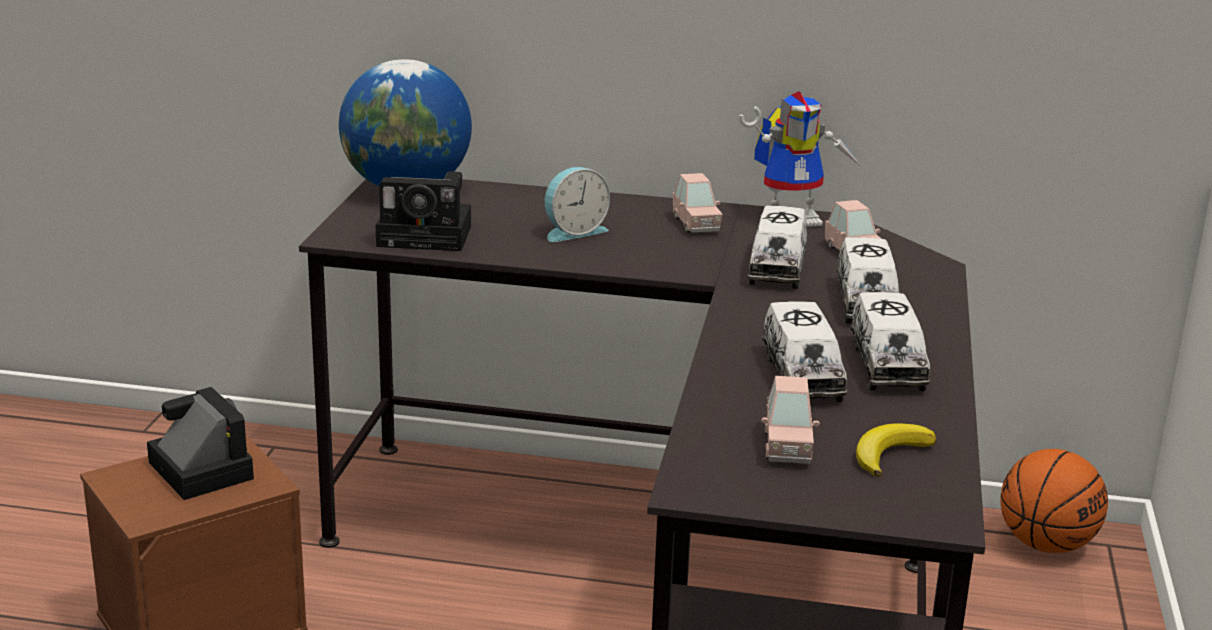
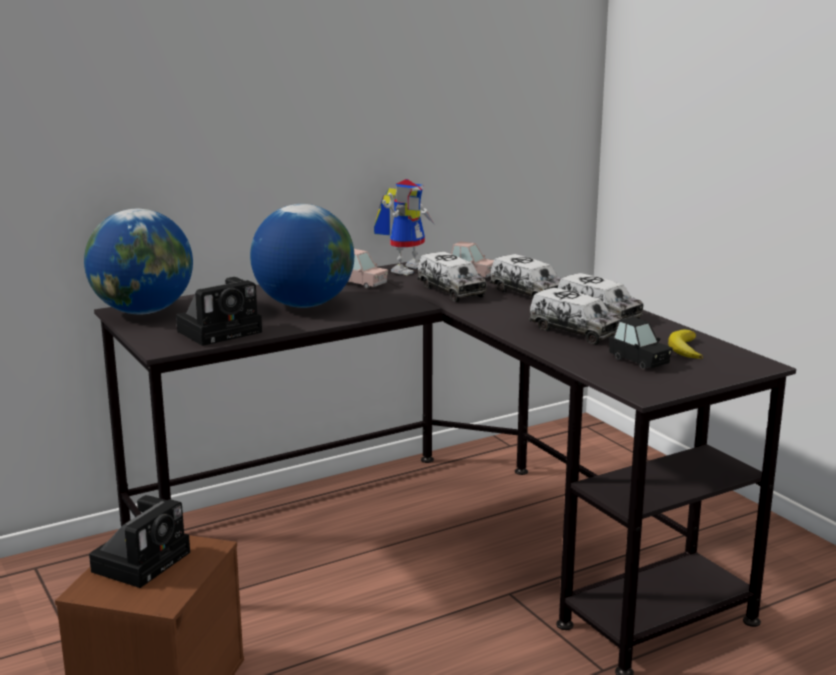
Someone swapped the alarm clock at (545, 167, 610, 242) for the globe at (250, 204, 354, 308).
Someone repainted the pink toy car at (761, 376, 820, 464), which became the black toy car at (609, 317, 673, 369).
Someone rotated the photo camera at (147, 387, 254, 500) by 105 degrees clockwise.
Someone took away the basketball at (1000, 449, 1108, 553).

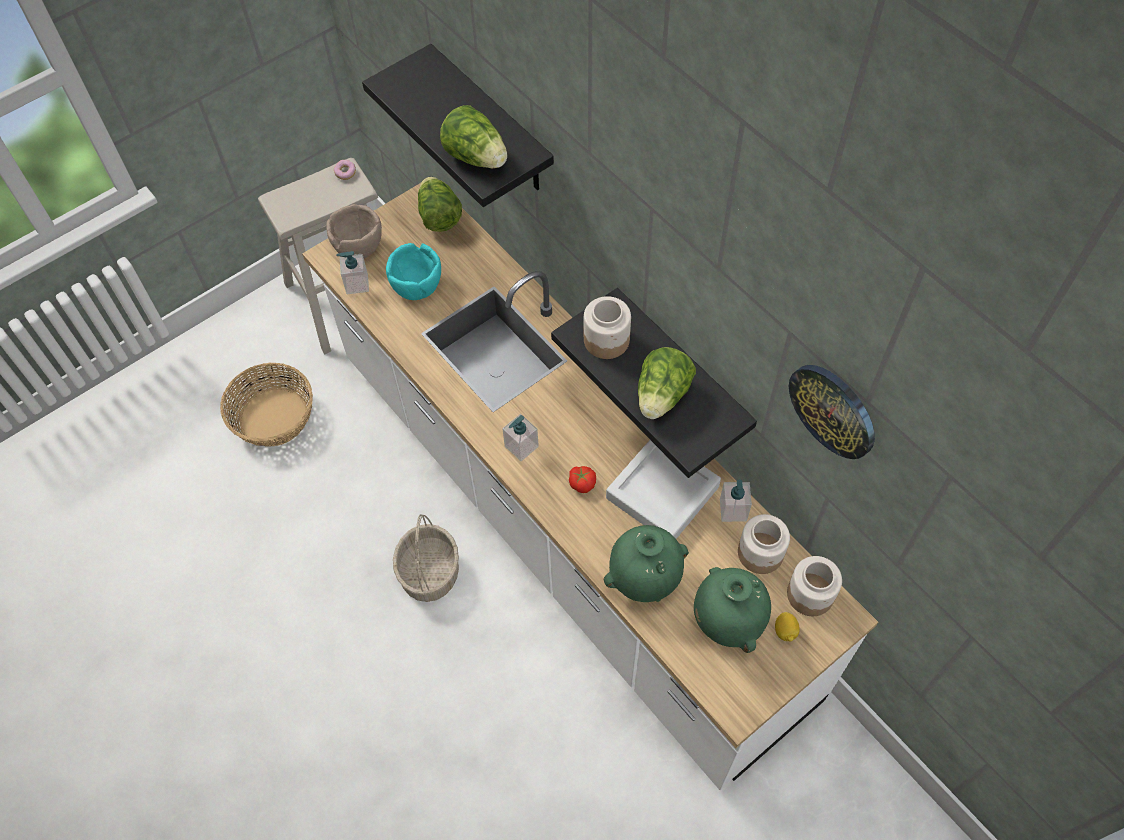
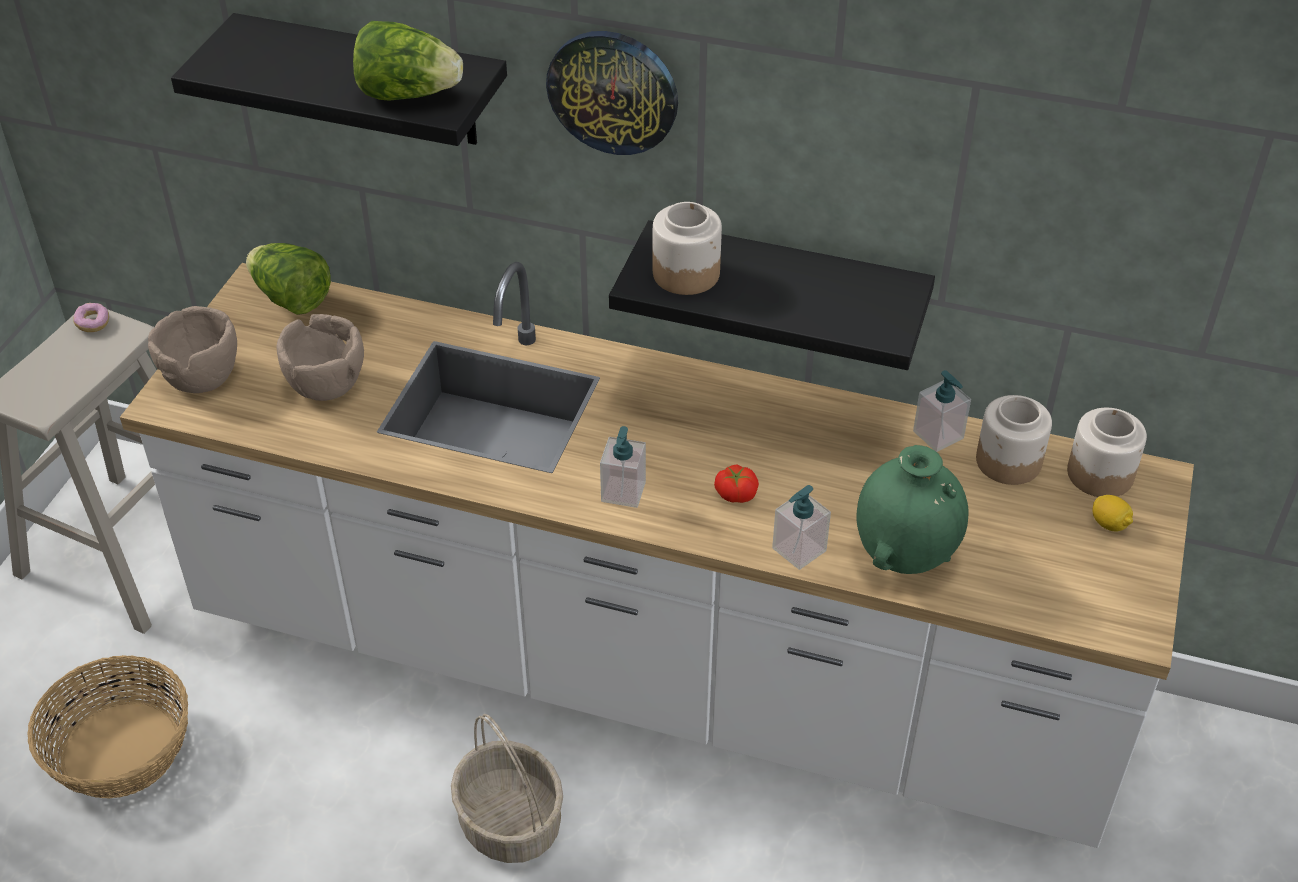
Someone repainted the turquoise bowl at (386, 243, 441, 300), which became the brown bowl at (276, 314, 364, 401).
Someone carried the soap dispenser from (336, 251, 369, 294) to (772, 485, 831, 570).
Someone took away the lettuce at (638, 347, 696, 419).
Someone carried the wall clock from (789, 365, 875, 459) to (546, 31, 678, 155).
Someone took away the grey tray at (606, 440, 721, 539).
Someone took away the green vase at (694, 567, 771, 653).

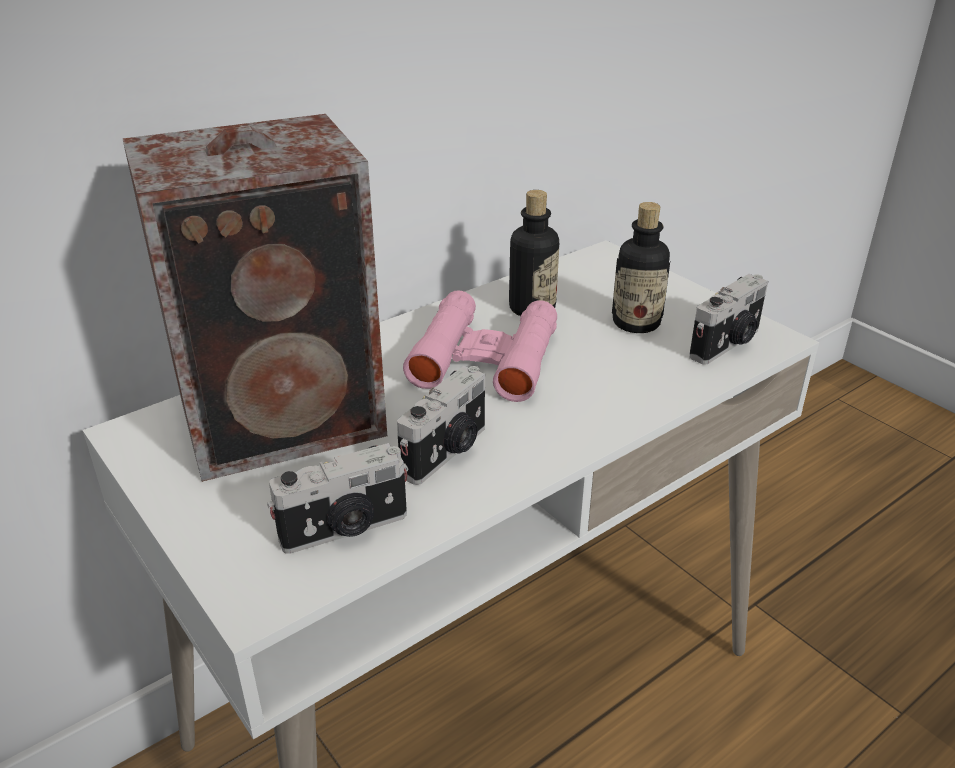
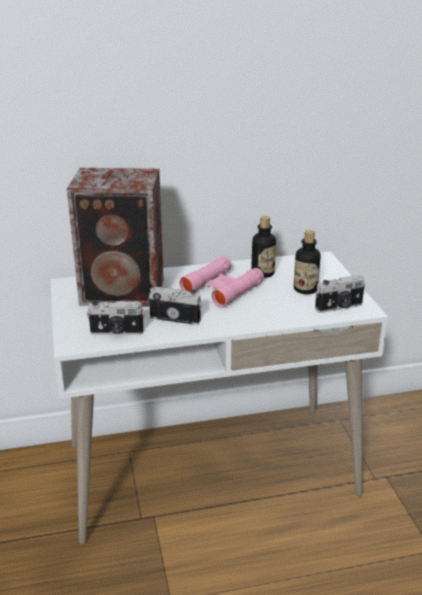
Someone rotated the photo camera at (397, 366, 485, 485) by 135 degrees counterclockwise.

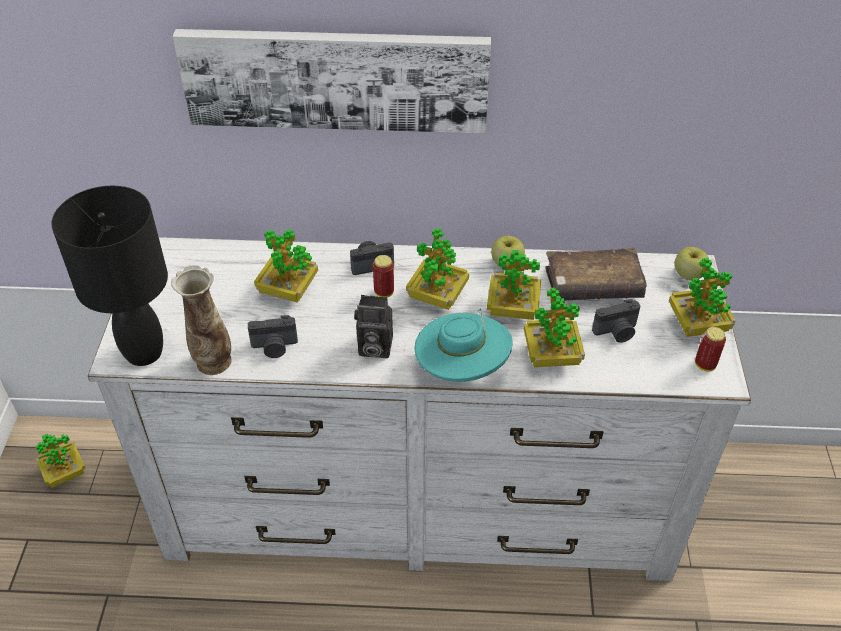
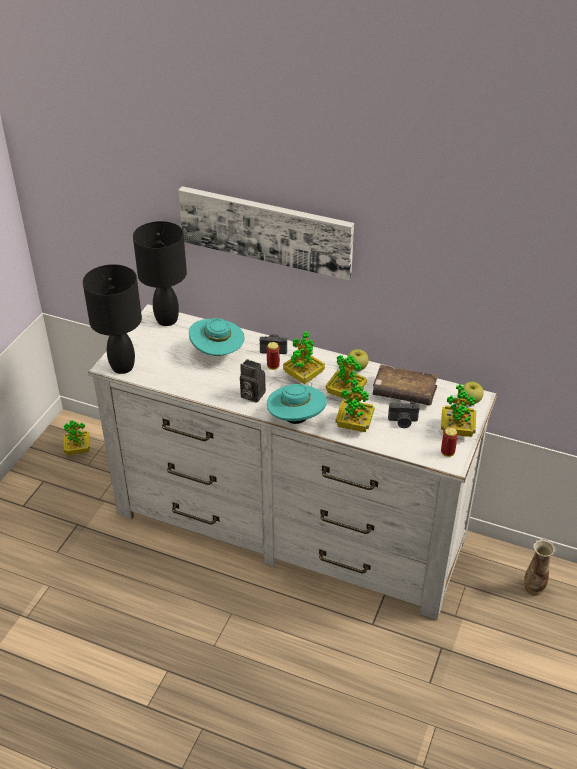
Someone swapped the potted plant at (254, 229, 318, 303) for the turquoise hat at (189, 318, 245, 356).
Someone carried the vase from (171, 265, 232, 375) to (524, 538, 556, 596).
Someone took away the photo camera at (248, 315, 298, 358).
Someone put down the black table lamp at (133, 221, 187, 326).

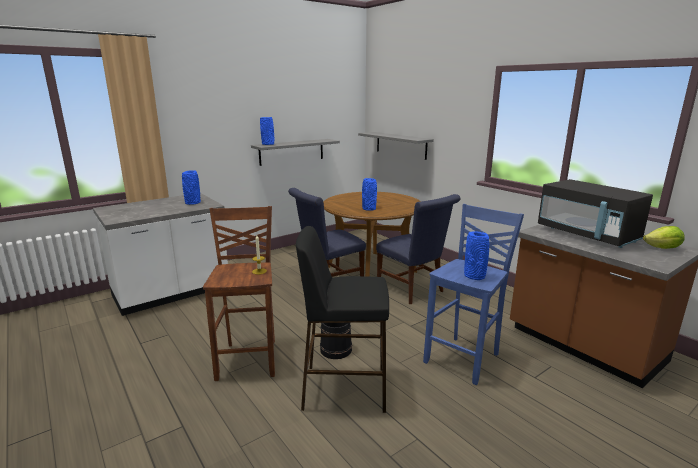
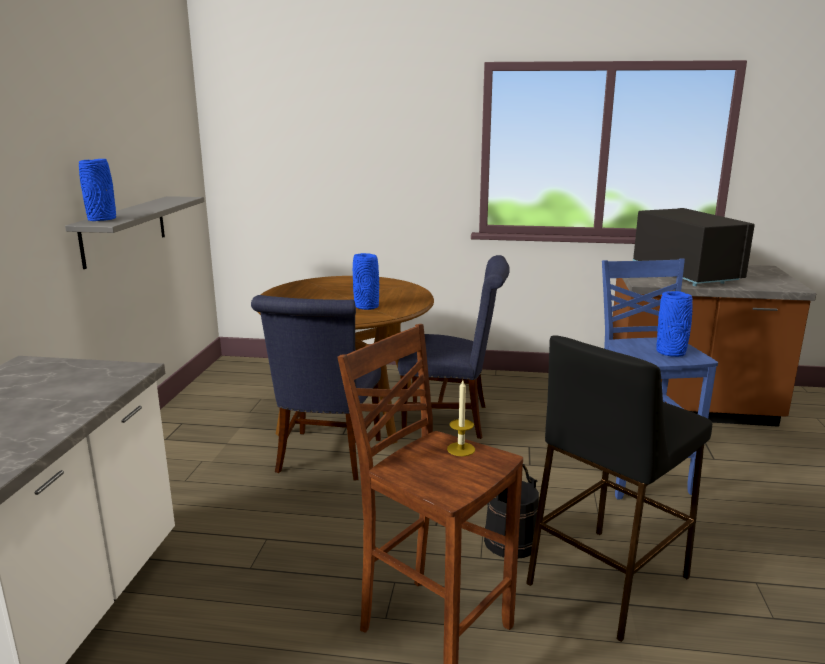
Someone took away the grey shelf at (358, 132, 434, 160).
Someone took away the blue vase at (182, 170, 201, 205).
Someone rotated the black microwave at (538, 179, 653, 248) by 120 degrees counterclockwise.
Someone took away the lettuce at (643, 226, 685, 249).

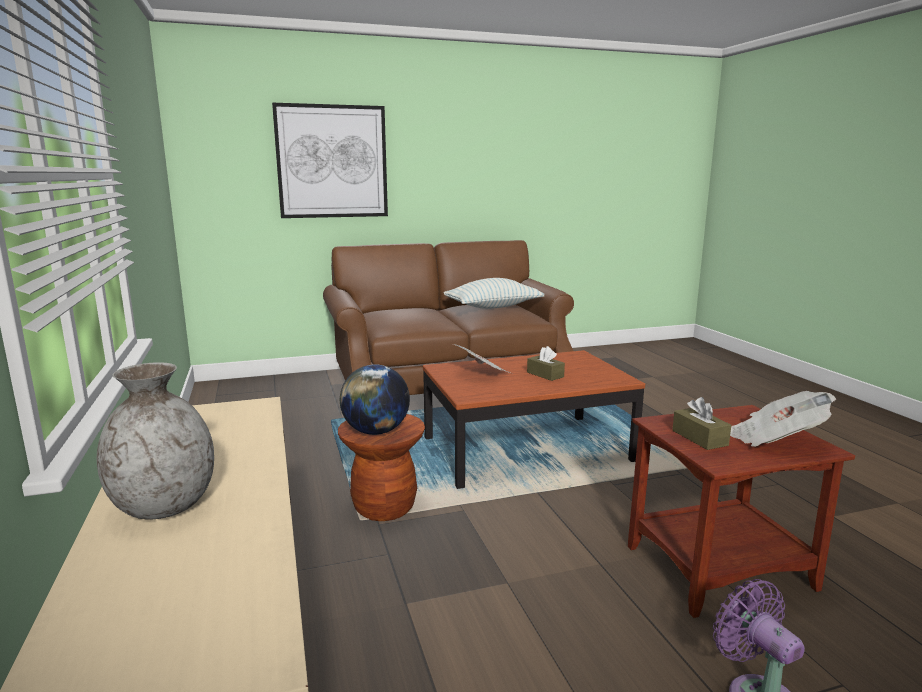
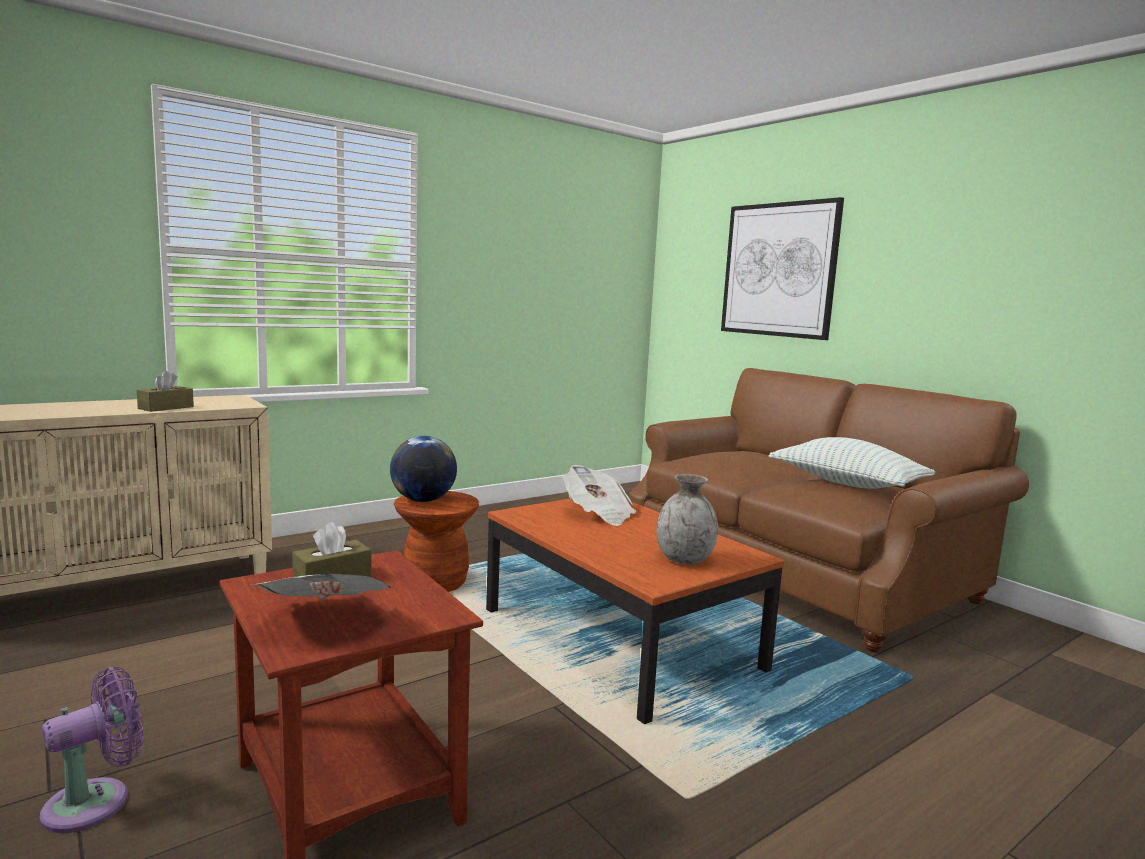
Someone carried the brown tissue box from (527, 346, 565, 381) to (137, 371, 194, 412).
Someone carried the grey vase from (97, 362, 214, 519) to (656, 474, 718, 564).

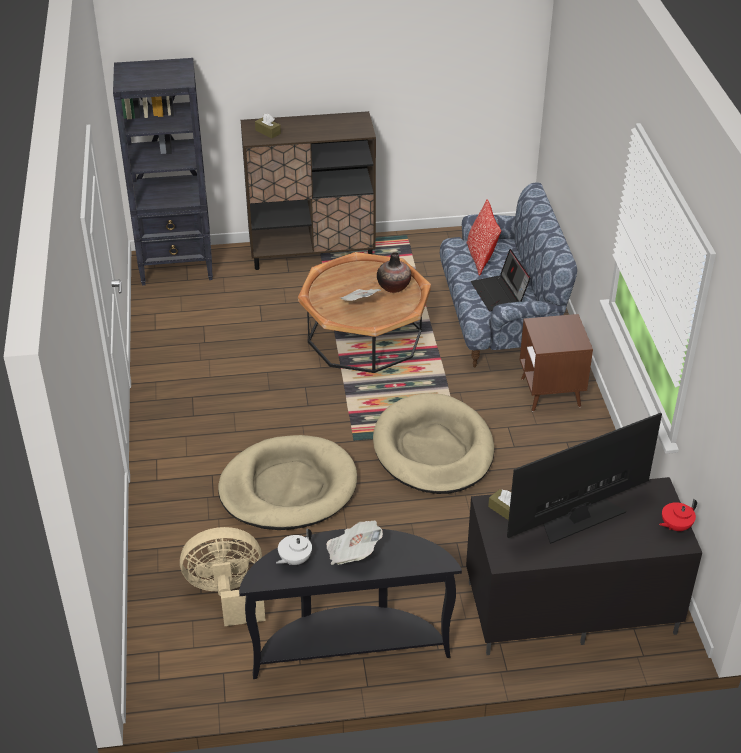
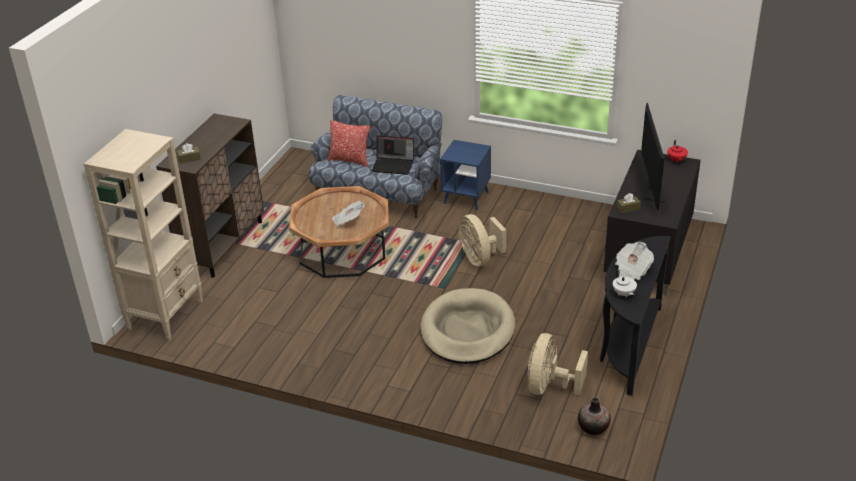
Someone repainted the black bookcase at (113, 58, 213, 285), which became the beige bookcase at (84, 129, 203, 340).
Someone carried the vase from (377, 252, 411, 293) to (578, 398, 611, 435).
Someone repainted the brown side table at (520, 314, 593, 412), which became the blue side table at (440, 140, 491, 210).
Someone swapped the beige dog bed at (373, 393, 494, 494) for the beige fan at (459, 214, 506, 266).

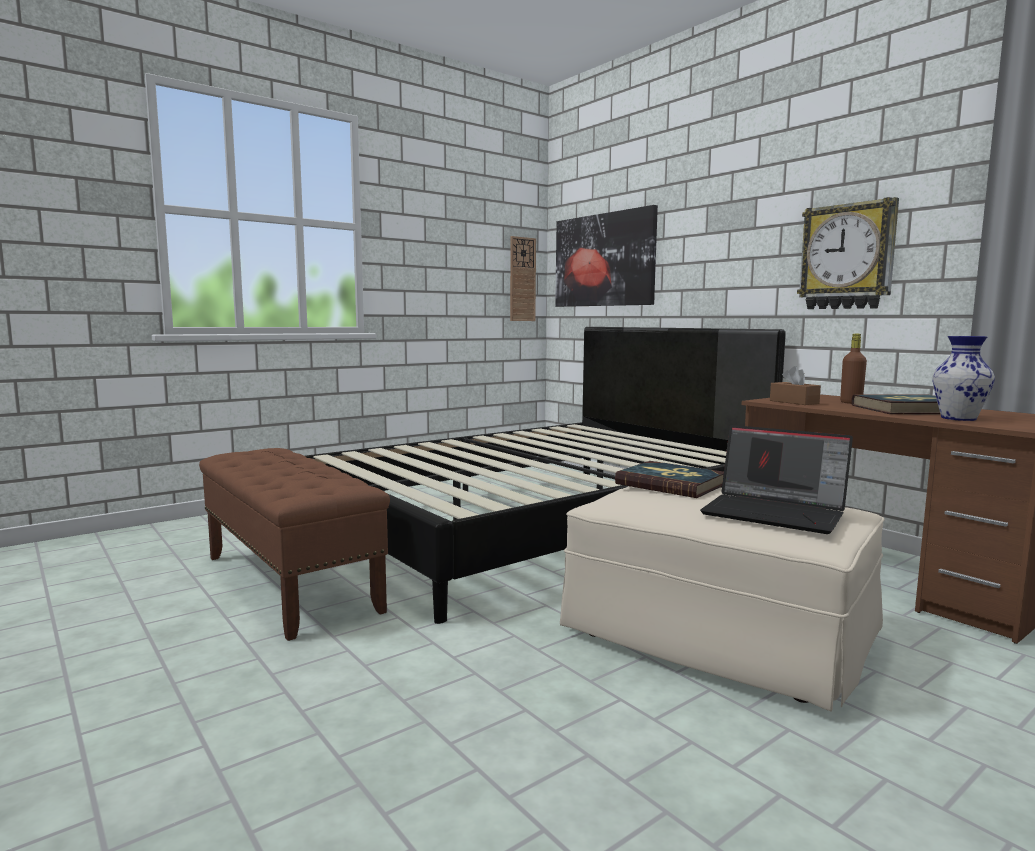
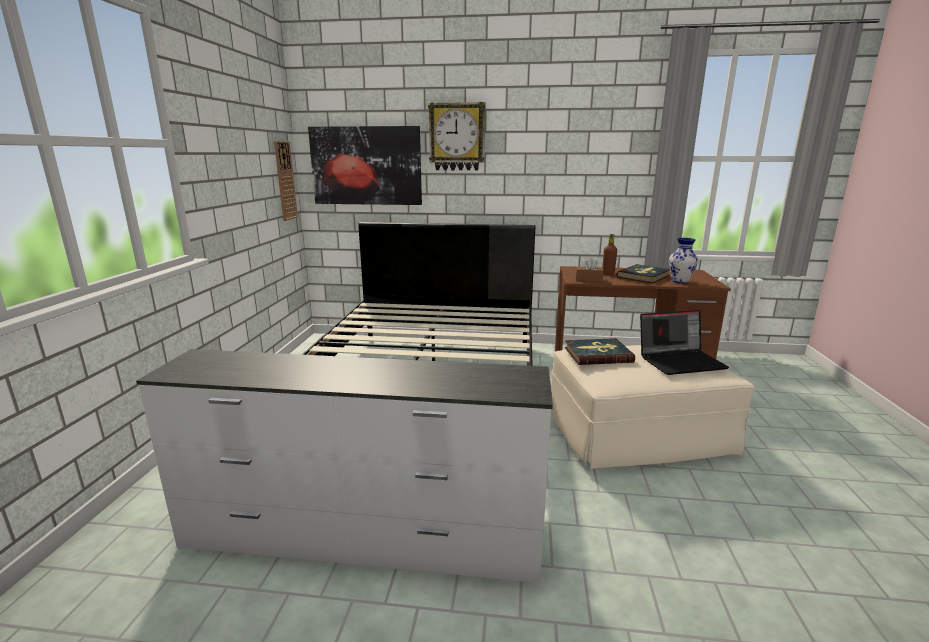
Someone carried the wall clock from (797, 197, 899, 309) to (428, 102, 485, 170).
Someone swapped the brown bench at (199, 448, 390, 641) for the white dresser at (136, 349, 553, 583).

